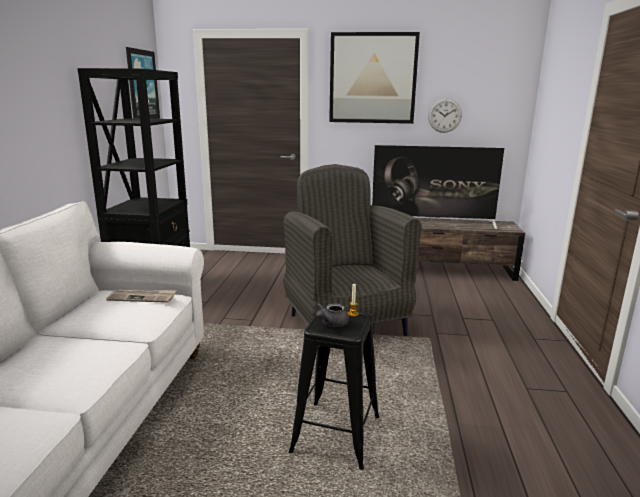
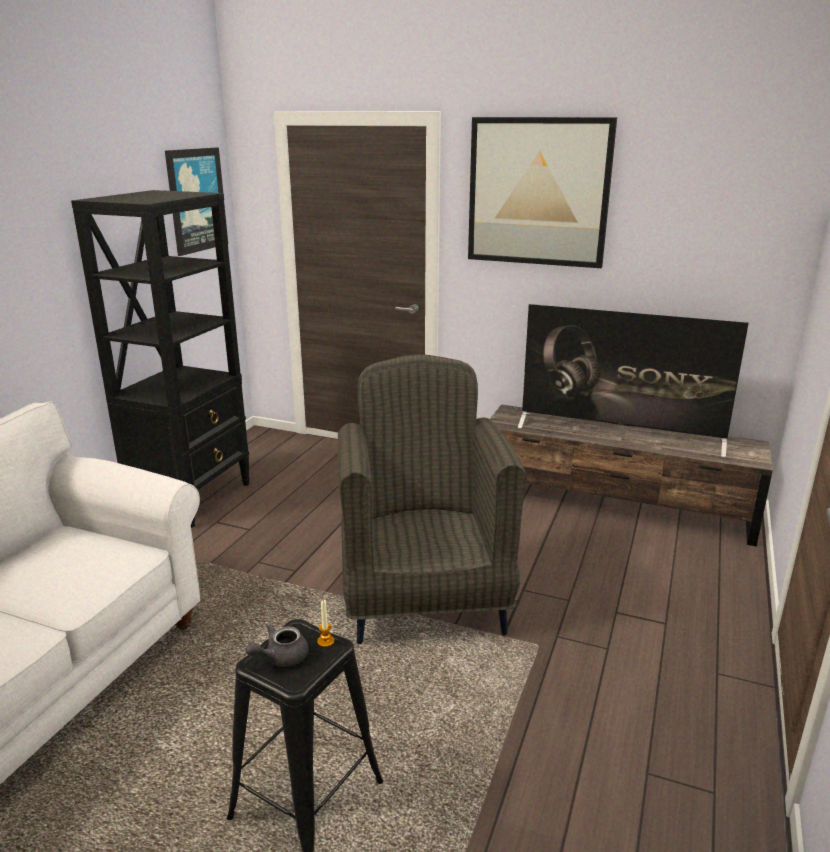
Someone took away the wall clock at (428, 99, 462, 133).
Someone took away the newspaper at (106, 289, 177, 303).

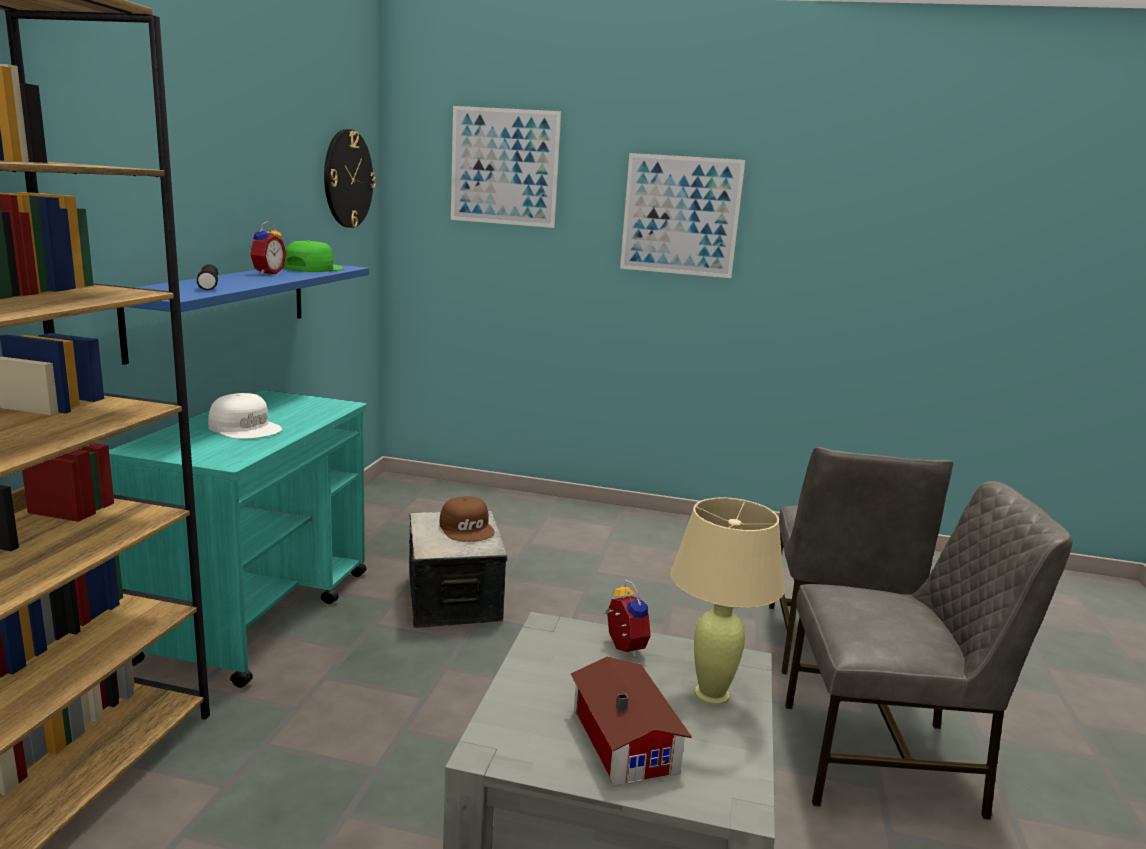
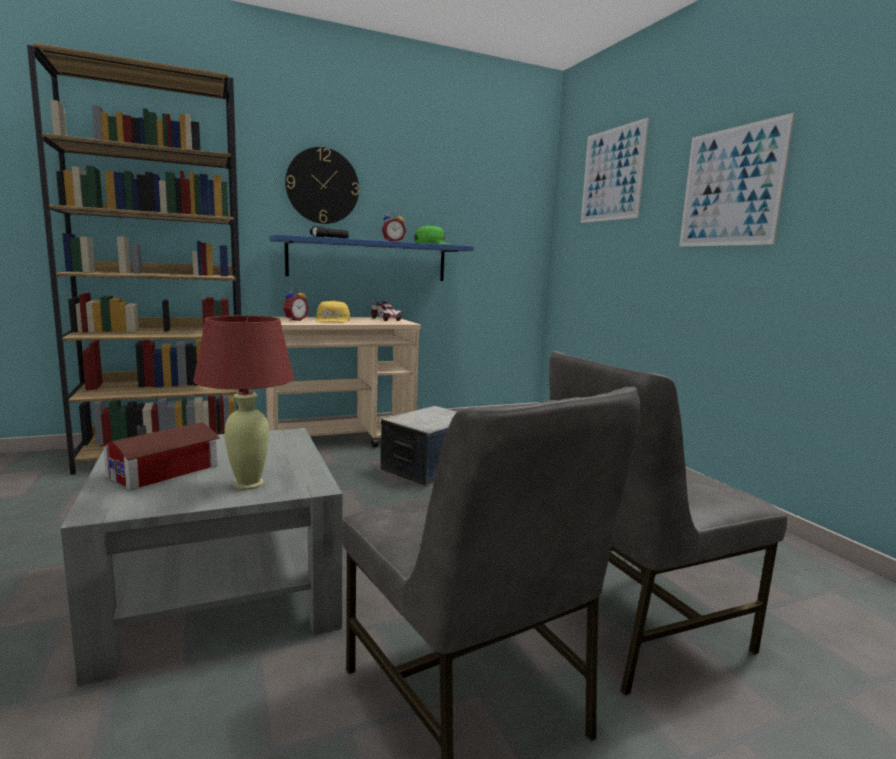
Someone carried the wall clock from (324, 129, 376, 228) to (285, 147, 359, 224).
Someone repainted the turquoise cart at (109, 390, 367, 688), which became the beige cart at (266, 317, 421, 447).
Someone repainted the white cap at (208, 393, 282, 439), which became the yellow cap at (315, 300, 350, 322).
Someone took away the brown cap at (440, 496, 495, 542).
Someone repainted the beige table lamp at (671, 497, 785, 705), which became the red table lamp at (193, 315, 294, 490).
Someone carried the alarm clock from (605, 580, 651, 657) to (283, 287, 309, 321).
Someone put down the toy car at (370, 299, 402, 321).

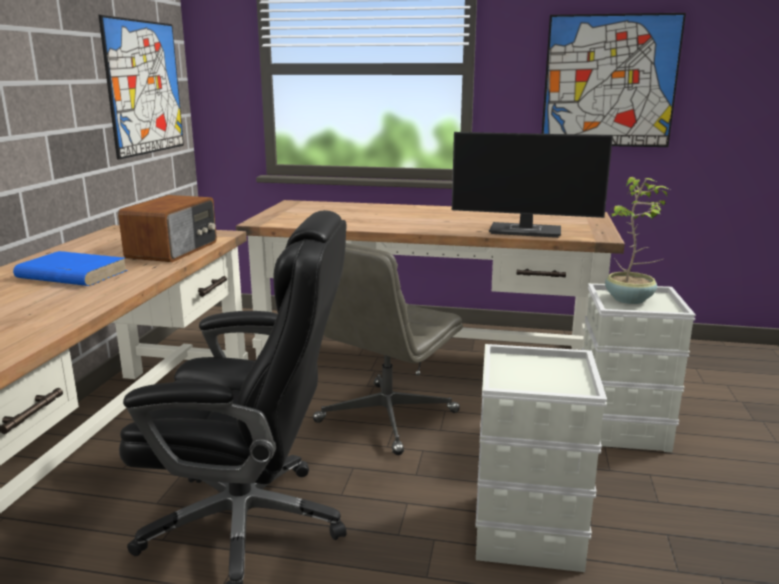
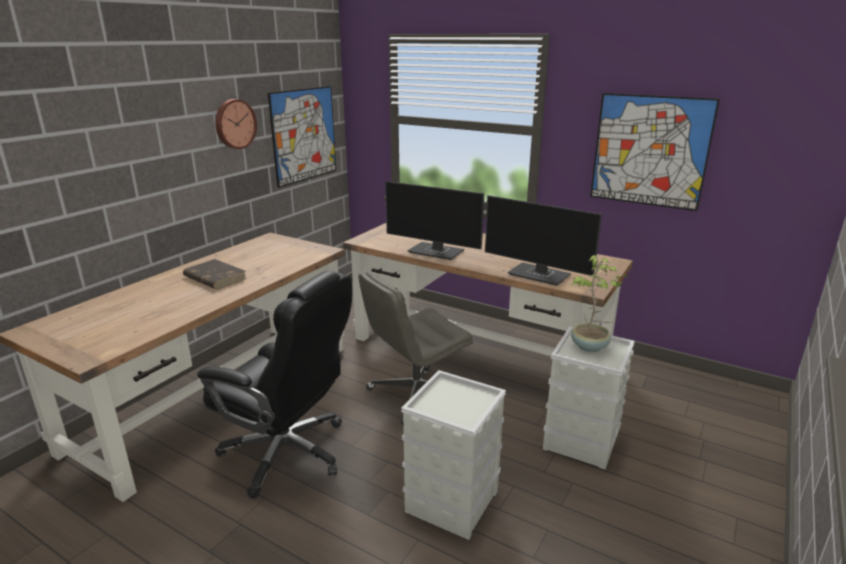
Someone took away the radio at (118, 195, 217, 262).
Someone repainted the blue book at (13, 251, 128, 286), which became the brown book at (183, 259, 247, 289).
Someone put up the wall clock at (215, 99, 257, 149).
Someone put down the monitor at (385, 181, 484, 260).

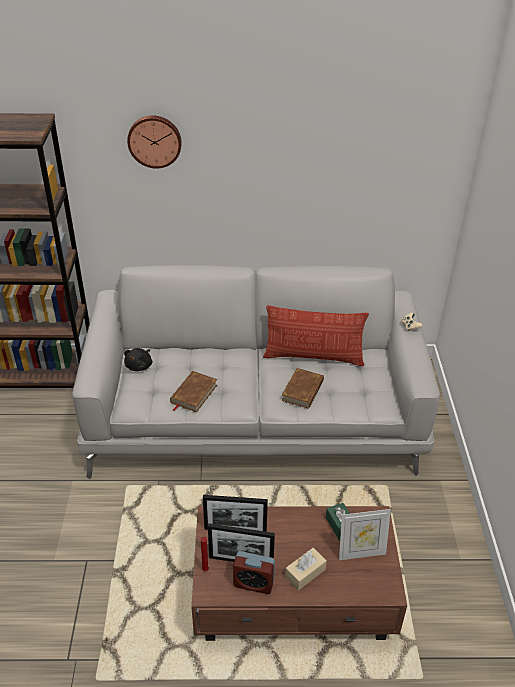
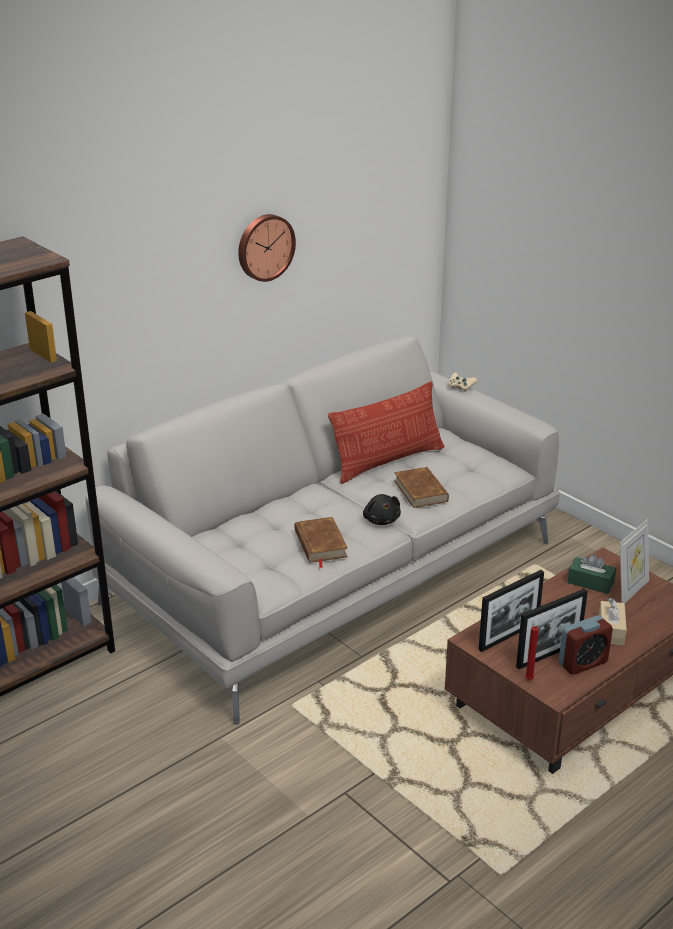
Someone carried the wall clock from (127, 116, 182, 169) to (238, 214, 296, 282).
Someone carried the black plush toy from (124, 348, 152, 371) to (363, 494, 401, 525).

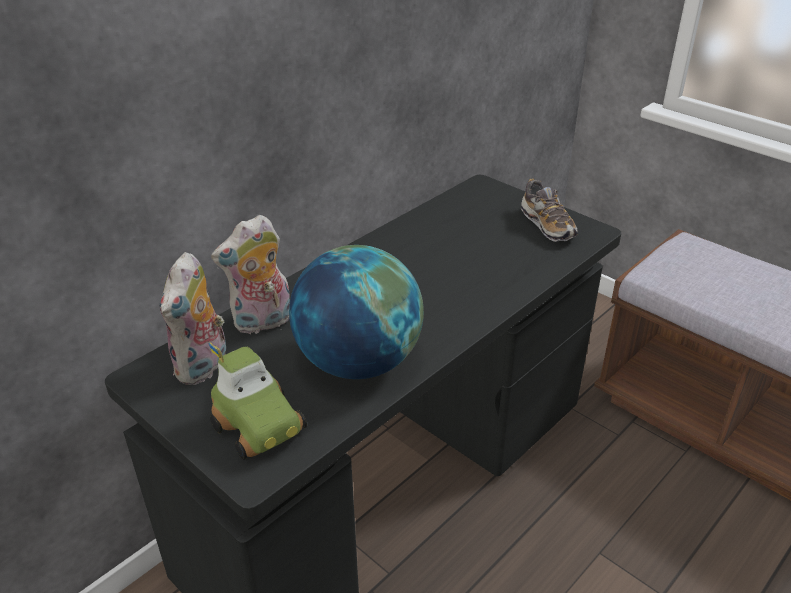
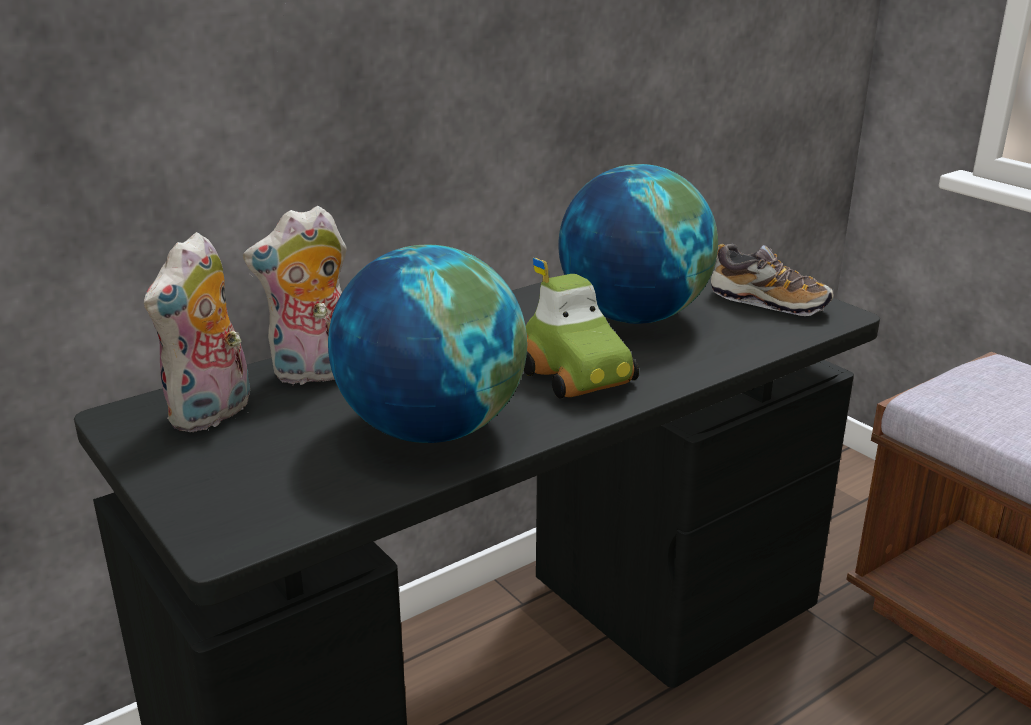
Someone rotated the shoe at (521, 178, 578, 242) by 45 degrees counterclockwise.
Someone carried the toy car from (208, 342, 307, 460) to (524, 258, 639, 399).
Someone put down the globe at (558, 164, 718, 324).

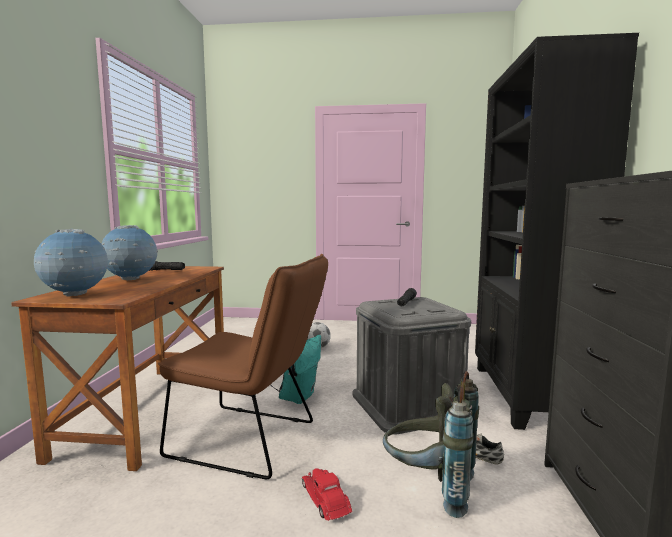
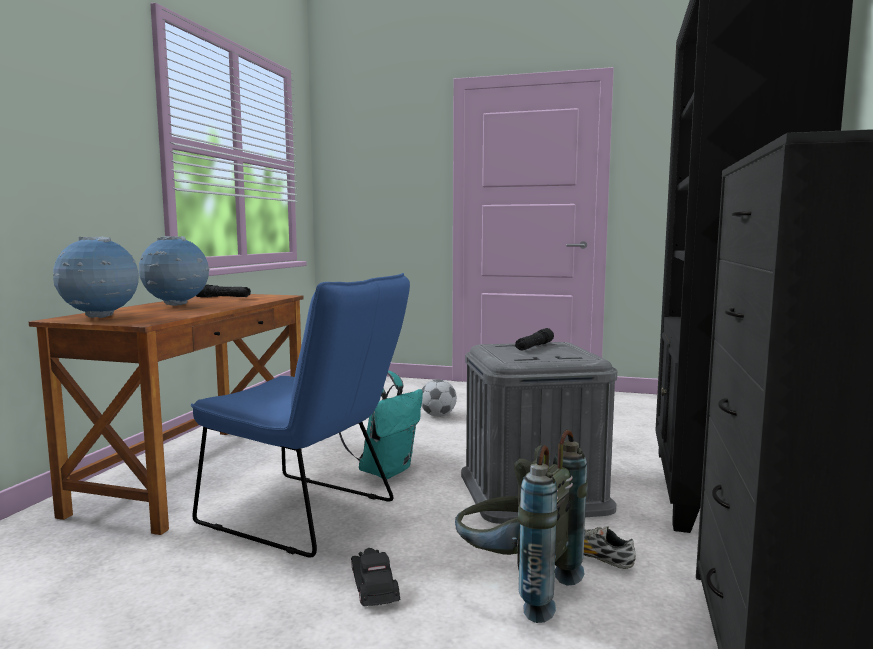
Someone repainted the brown chair at (158, 254, 328, 479), which became the blue chair at (191, 273, 410, 558).
Someone repainted the red toy car at (302, 468, 352, 521), which became the black toy car at (351, 548, 400, 606).

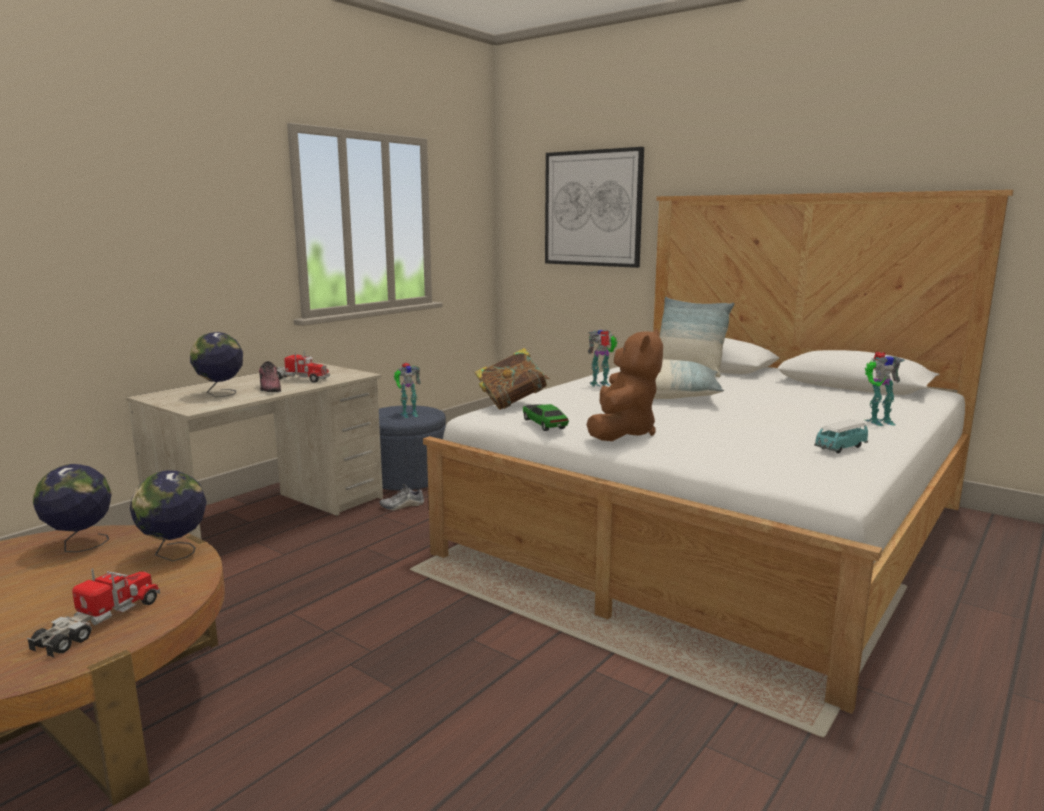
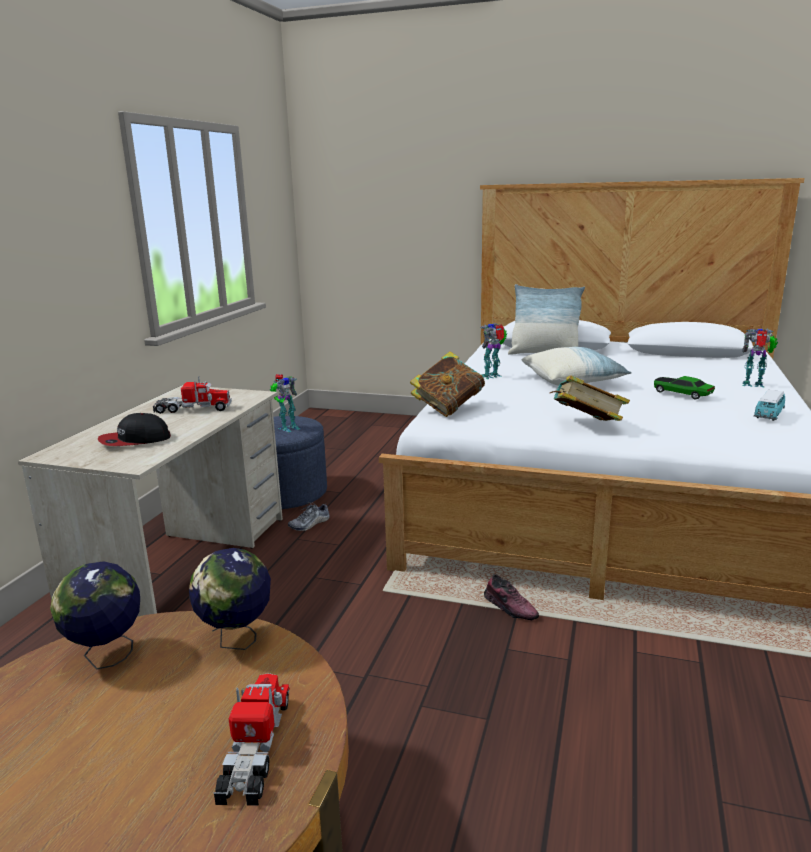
Someone took away the picture at (545, 147, 644, 268).
Someone swapped the brown plush toy at (586, 329, 663, 441) for the book at (550, 375, 630, 421).
Someone swapped the globe at (190, 332, 243, 397) for the cap at (98, 413, 171, 446).
Someone rotated the toy robot at (865, 352, 905, 426) by 135 degrees counterclockwise.
Someone carried the shoe from (259, 361, 281, 392) to (484, 574, 539, 620).
Someone carried the toy car from (523, 404, 569, 431) to (654, 376, 715, 399).

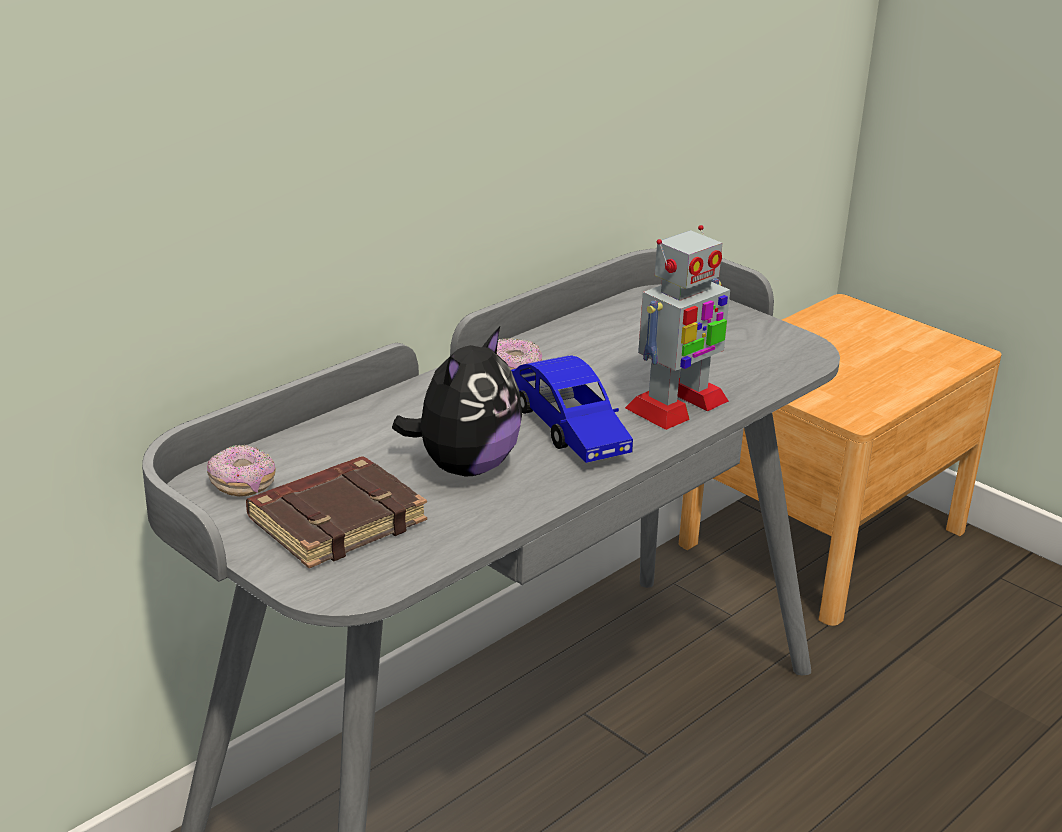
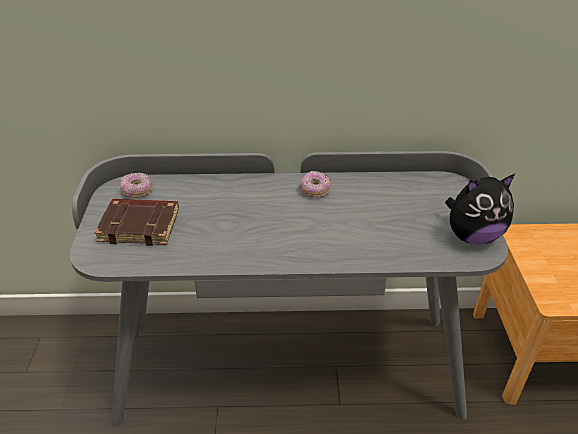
Someone took away the toy robot at (625, 225, 730, 430).
Someone carried the plush toy from (392, 326, 522, 476) to (445, 174, 515, 245).
Someone took away the blue toy car at (511, 355, 633, 463).

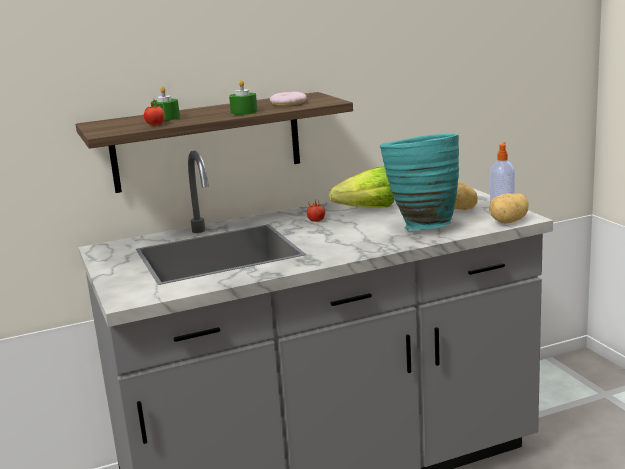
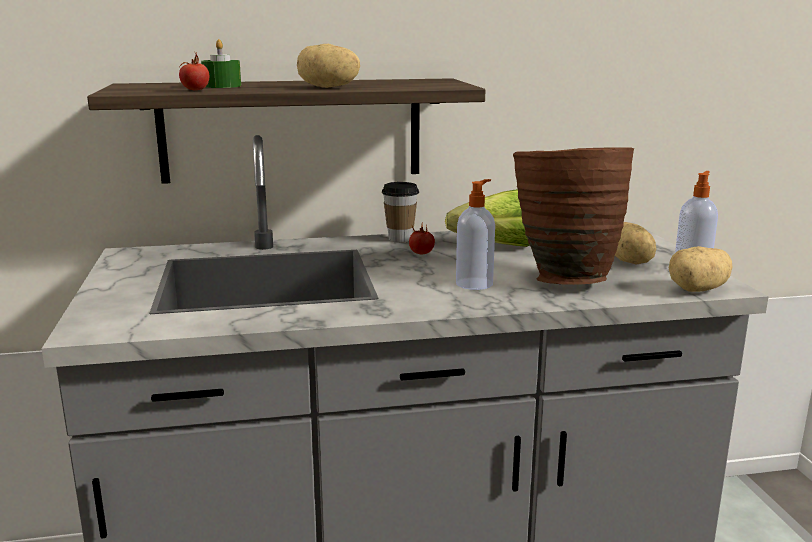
Someone swapped the green candle at (229, 80, 258, 115) for the potato at (297, 44, 360, 88).
Someone took away the donut at (270, 92, 307, 106).
Someone repainted the turquoise vase at (380, 134, 459, 230), which became the brown vase at (513, 147, 635, 285).
Someone put down the soap dispenser at (456, 179, 495, 290).
Someone put down the cup at (382, 182, 419, 243).

